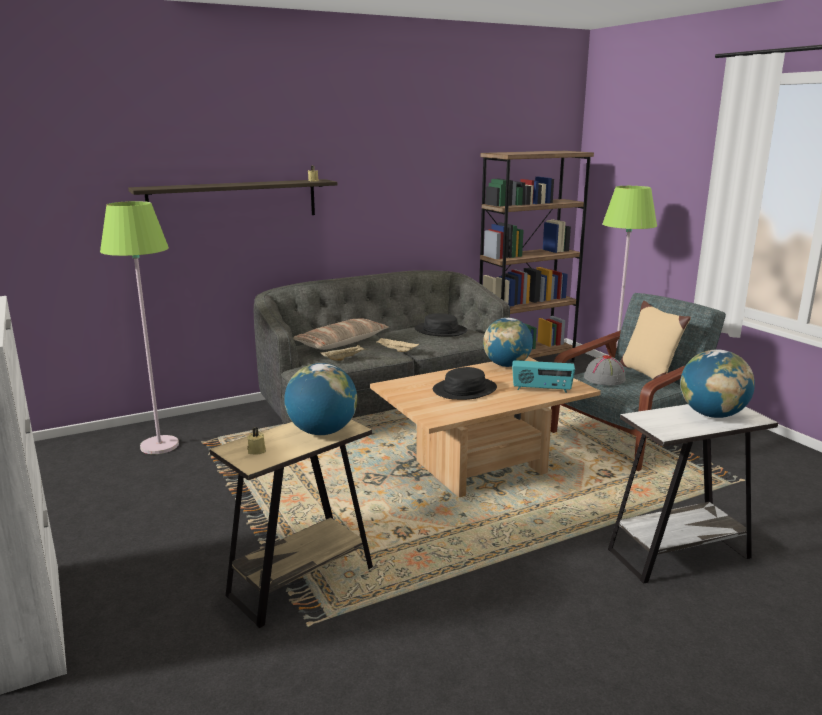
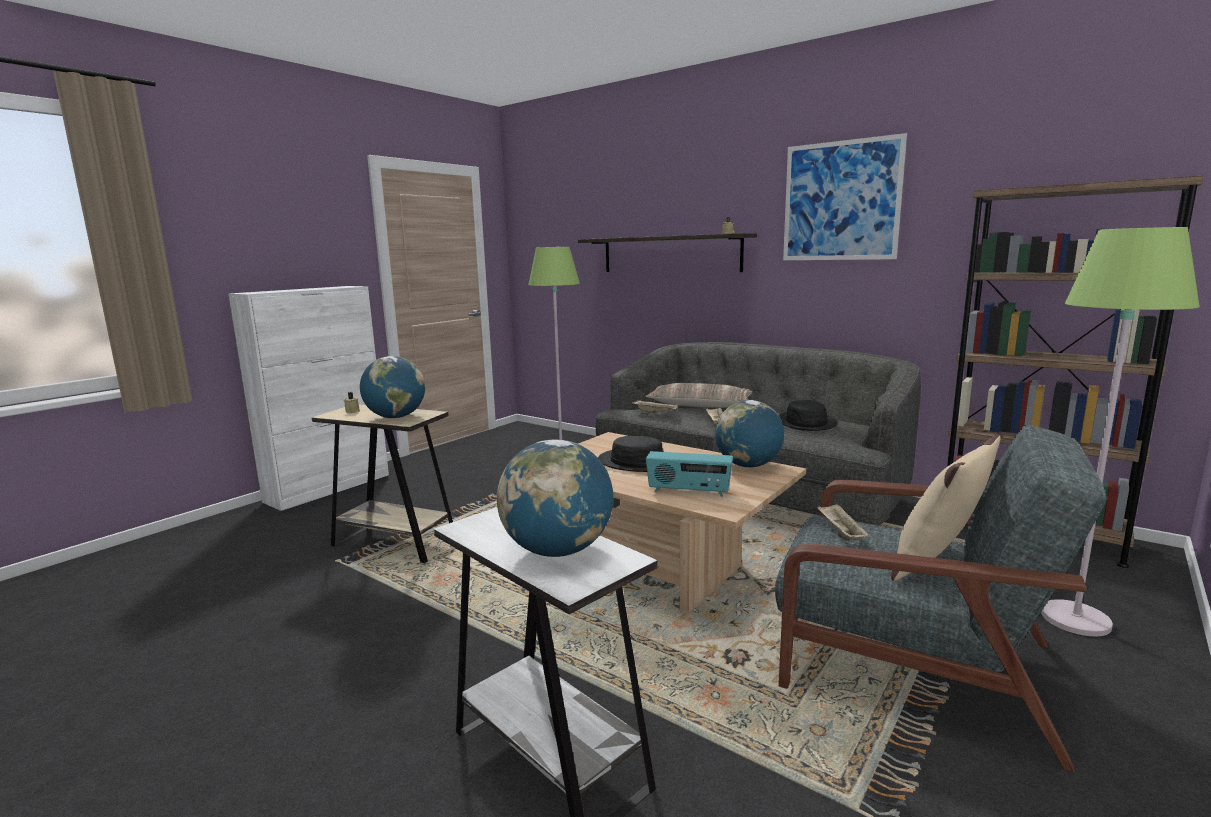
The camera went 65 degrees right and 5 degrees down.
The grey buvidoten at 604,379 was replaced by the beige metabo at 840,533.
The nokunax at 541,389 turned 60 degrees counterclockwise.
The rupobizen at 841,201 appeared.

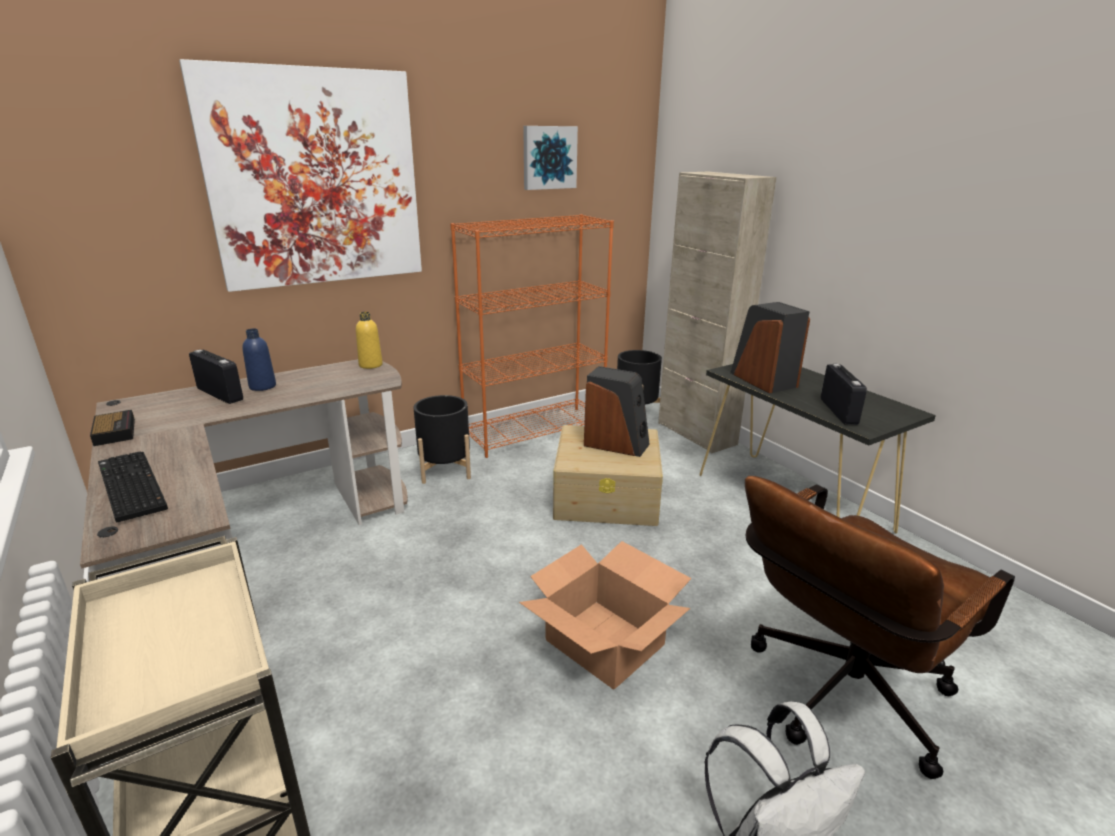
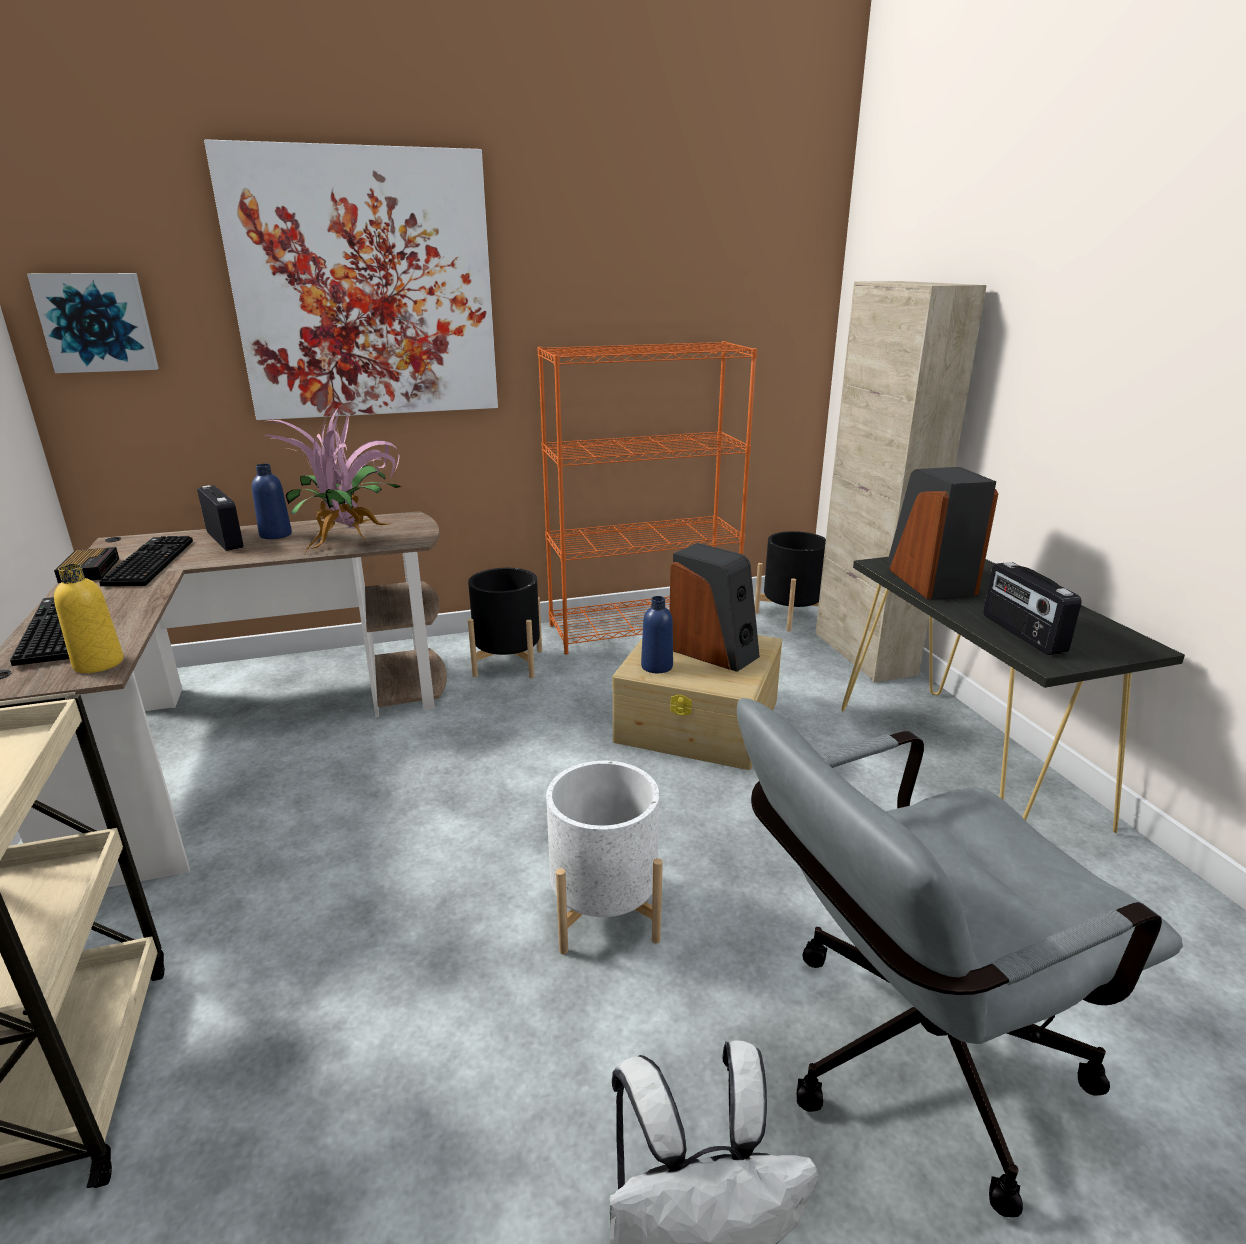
The camera went 15 degrees right and 0 degrees up.
The rupobizen moved from 549,157 to 97,322.
The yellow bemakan moved from 370,365 to 99,663.
The nokunax at 839,411 turned 150 degrees clockwise.
The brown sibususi at 837,700 became the grey sibususi at 904,1060.
The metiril at 605,641 was replaced by the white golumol at 604,911.
The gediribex at 349,541 appeared.
The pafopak at 148,562 appeared.
The blue bemakan at 657,666 appeared.

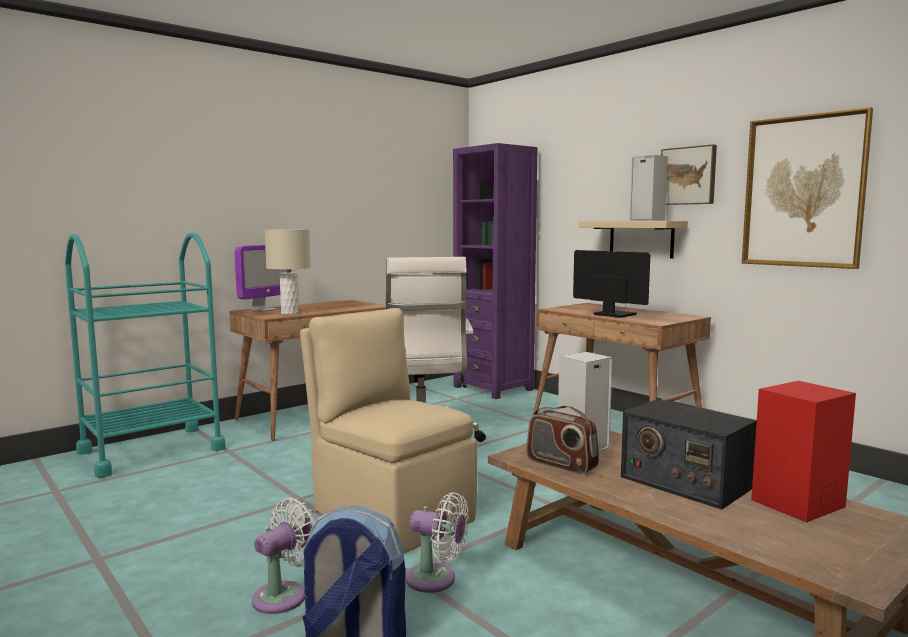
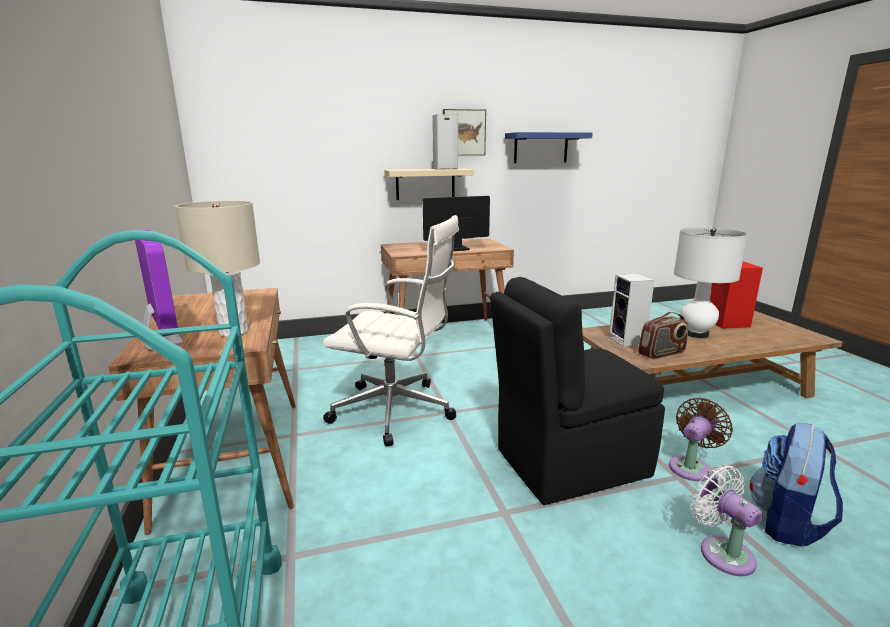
The camera went 65 degrees left and 10 degrees up.
The rupobizen at 803,191 was replaced by the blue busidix at 541,148.
The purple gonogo at 493,388 disappeared.
The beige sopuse at 391,514 became the black sopuse at 567,463.
The nokunax at 684,482 was replaced by the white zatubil at 695,334.
The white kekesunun at 436,580 became the brown kekesunun at 691,467.

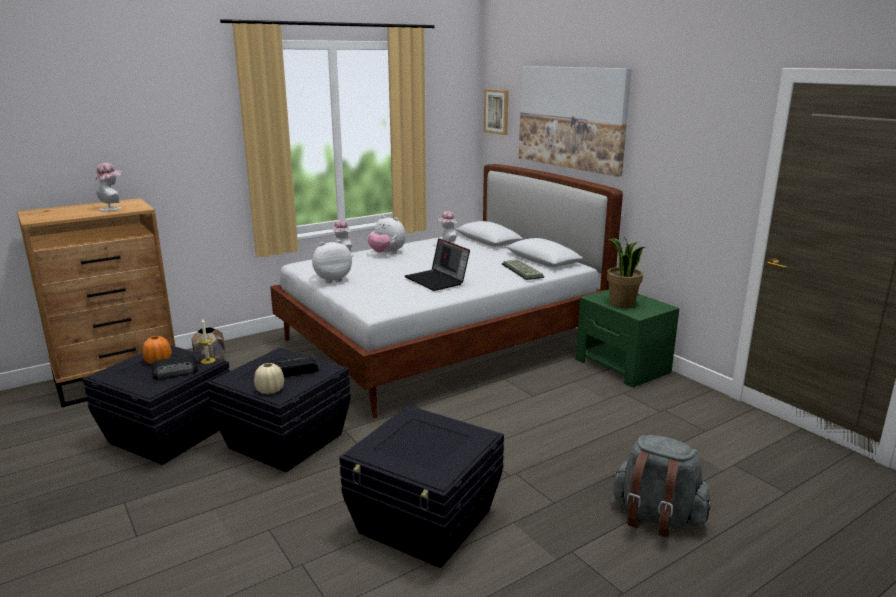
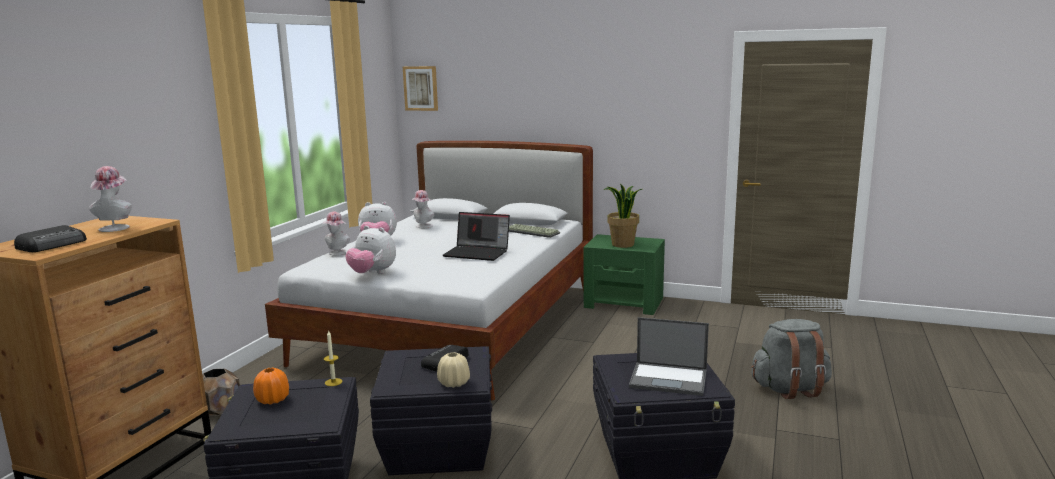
The camera went 35 degrees left and 5 degrees down.
The rupobizen at 571,117 disappeared.
The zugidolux at 331,279 turned 90 degrees counterclockwise.
The nokunax moved from 176,371 to 53,245.
The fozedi at 669,379 appeared.

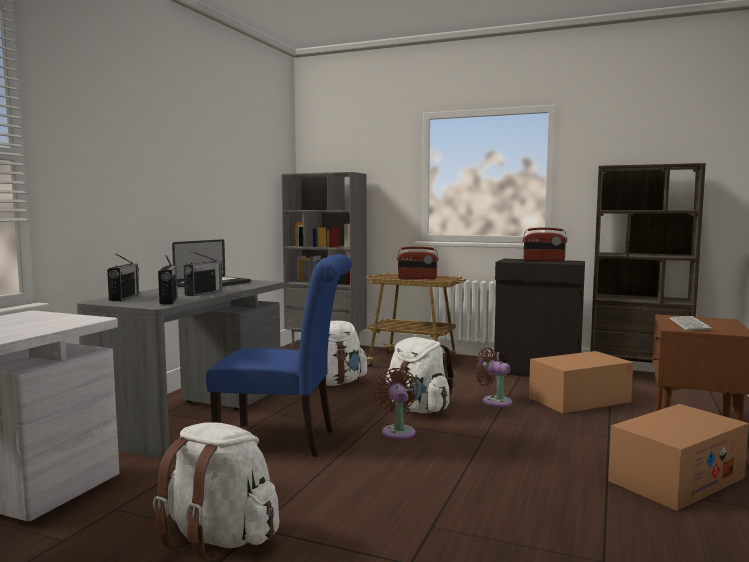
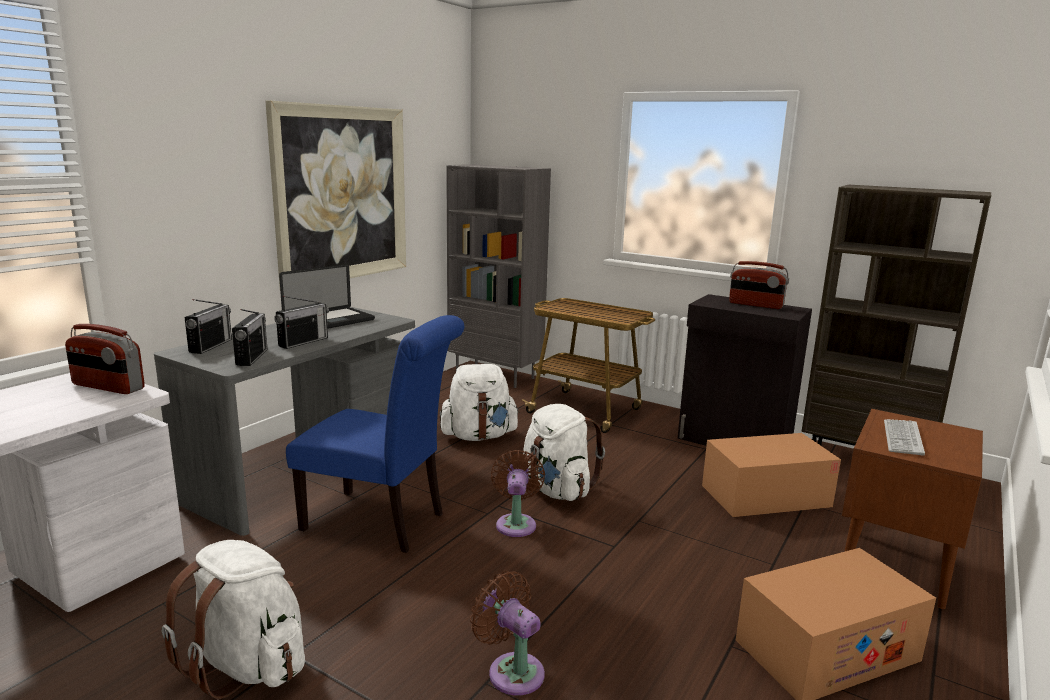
The camera went 10 degrees right and 10 degrees up.
The nokunax moved from 417,278 to 107,387.
The brown kekesunun moved from 493,401 to 512,670.
The rupobizen at 342,194 appeared.

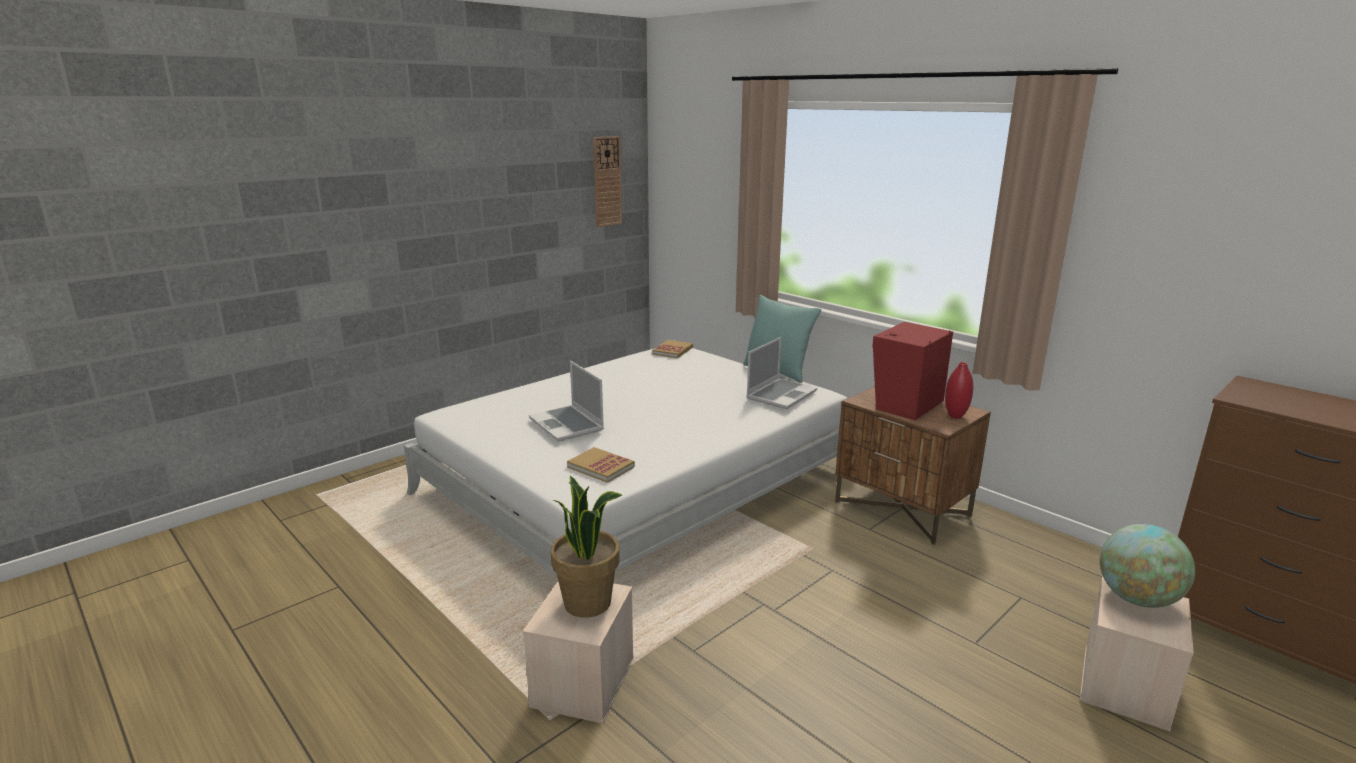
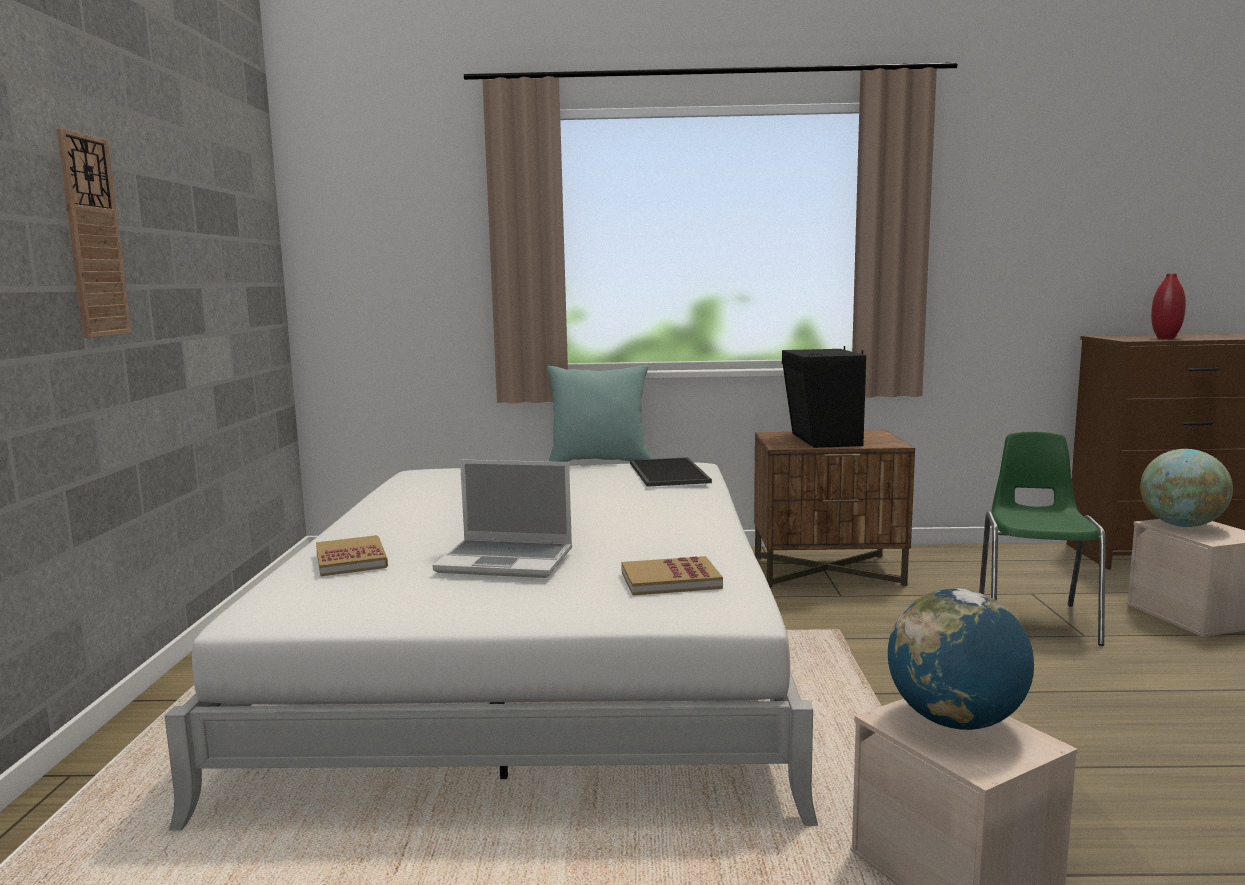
The camera went 45 degrees left and 10 degrees down.
The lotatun moved from 607,181 to 92,236.
The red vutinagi at 905,404 became the black vutinagi at 822,440.
The fozedi at 781,395 was replaced by the metabo at 666,472.
The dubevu moved from 672,351 to 351,559.
The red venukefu moved from 955,416 to 1165,338.
The gediribex at 588,602 was replaced by the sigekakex at 955,721.
The green sopuse at 1035,620 appeared.

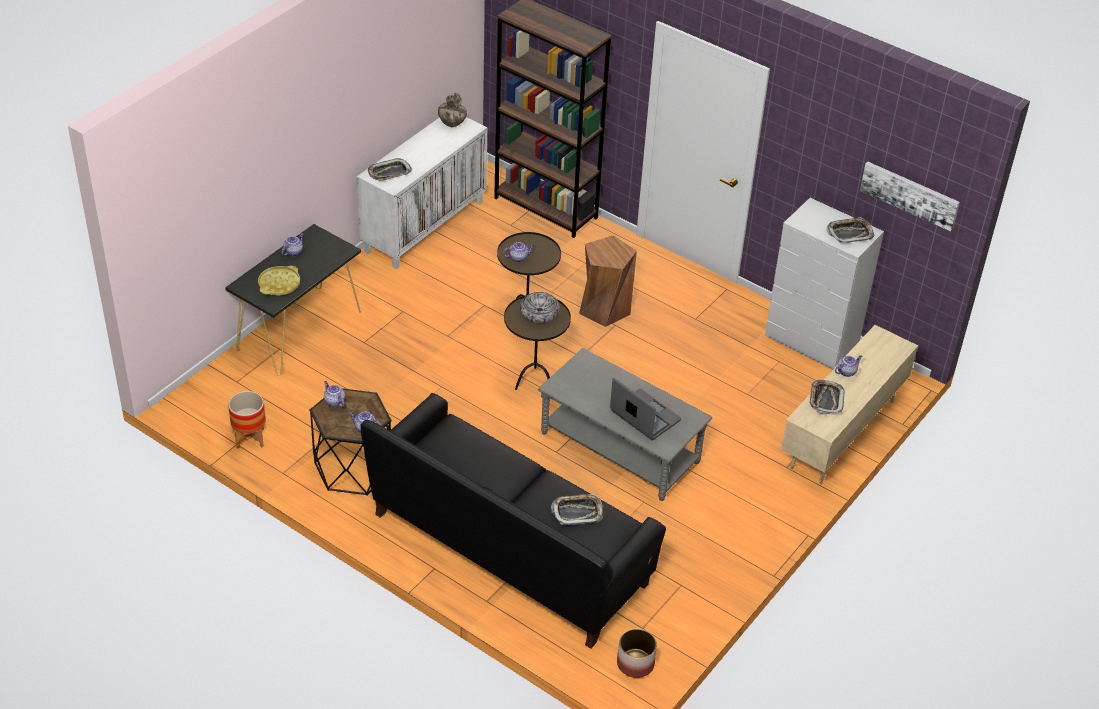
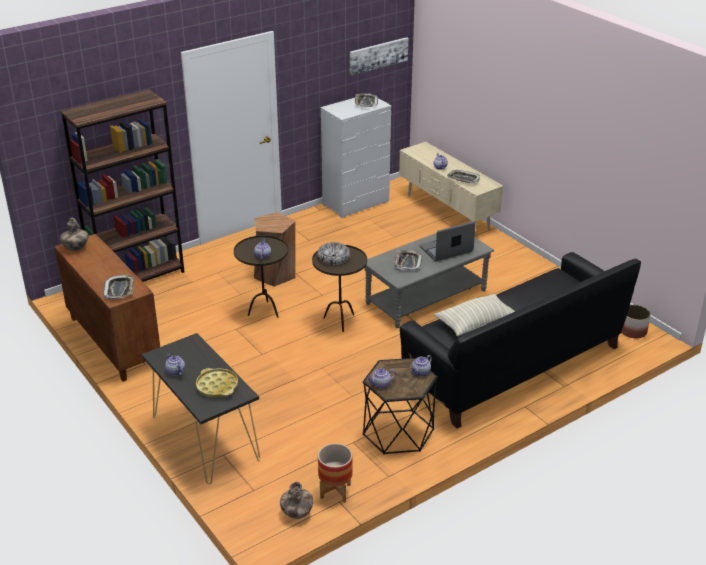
The camera went 70 degrees left and 10 degrees down.
The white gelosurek at 424,226 became the brown gelosurek at 112,342.
The metabo moved from 577,512 to 407,262.
The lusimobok at 475,323 appeared.
The venukefu at 297,513 appeared.

